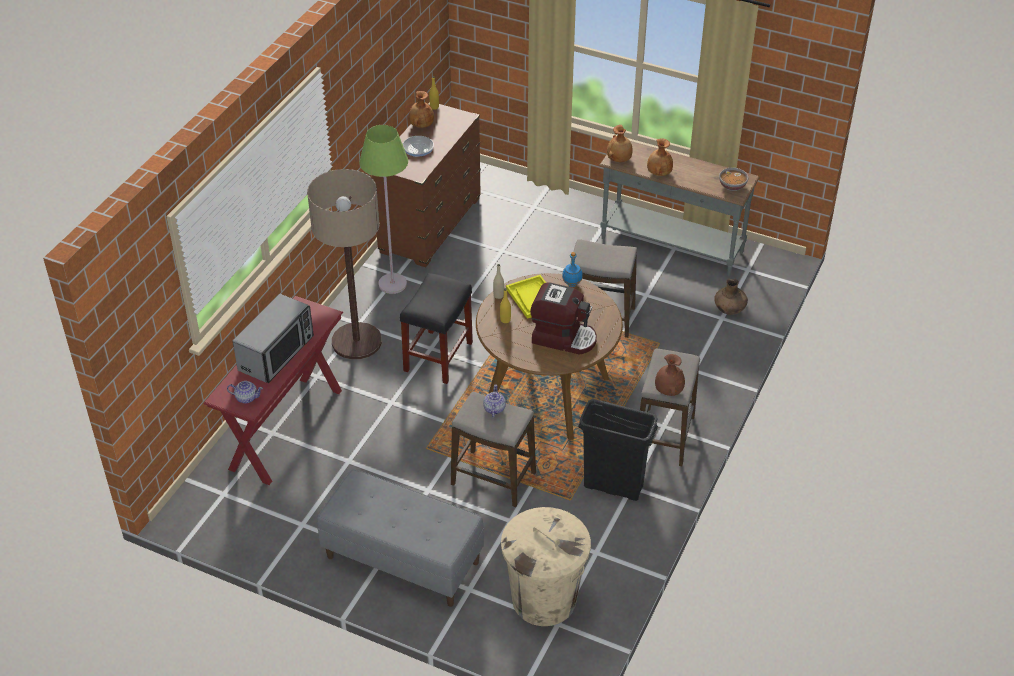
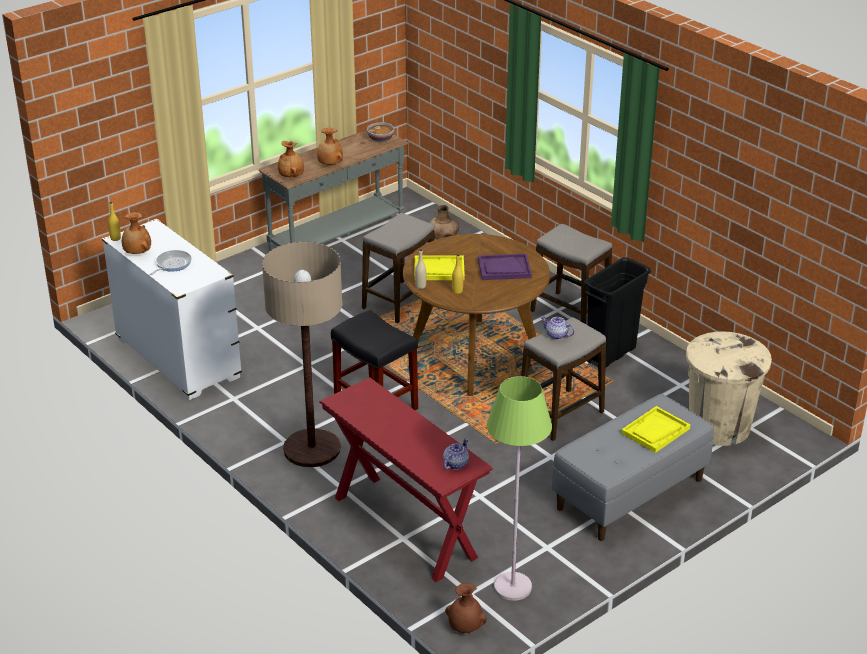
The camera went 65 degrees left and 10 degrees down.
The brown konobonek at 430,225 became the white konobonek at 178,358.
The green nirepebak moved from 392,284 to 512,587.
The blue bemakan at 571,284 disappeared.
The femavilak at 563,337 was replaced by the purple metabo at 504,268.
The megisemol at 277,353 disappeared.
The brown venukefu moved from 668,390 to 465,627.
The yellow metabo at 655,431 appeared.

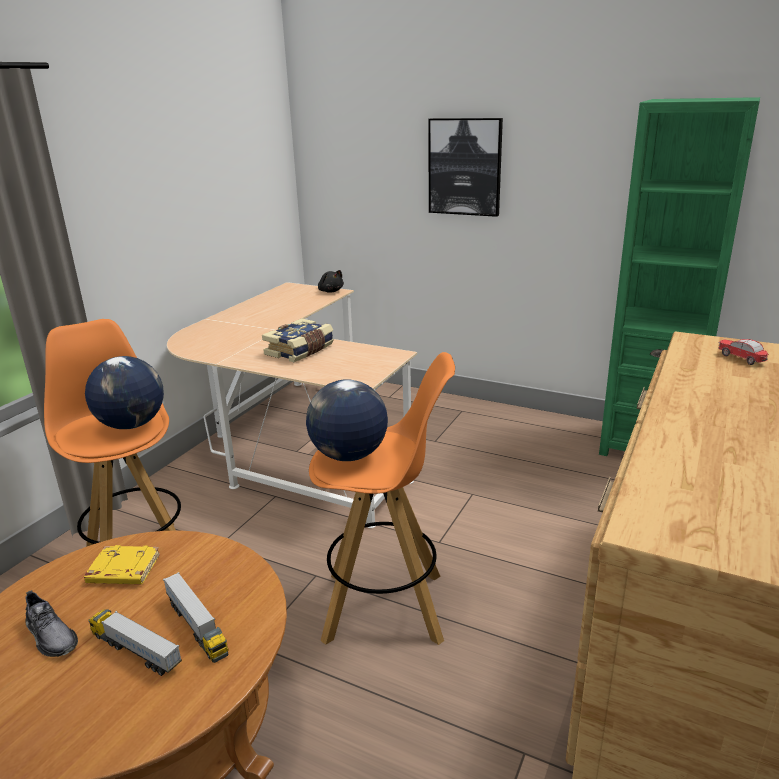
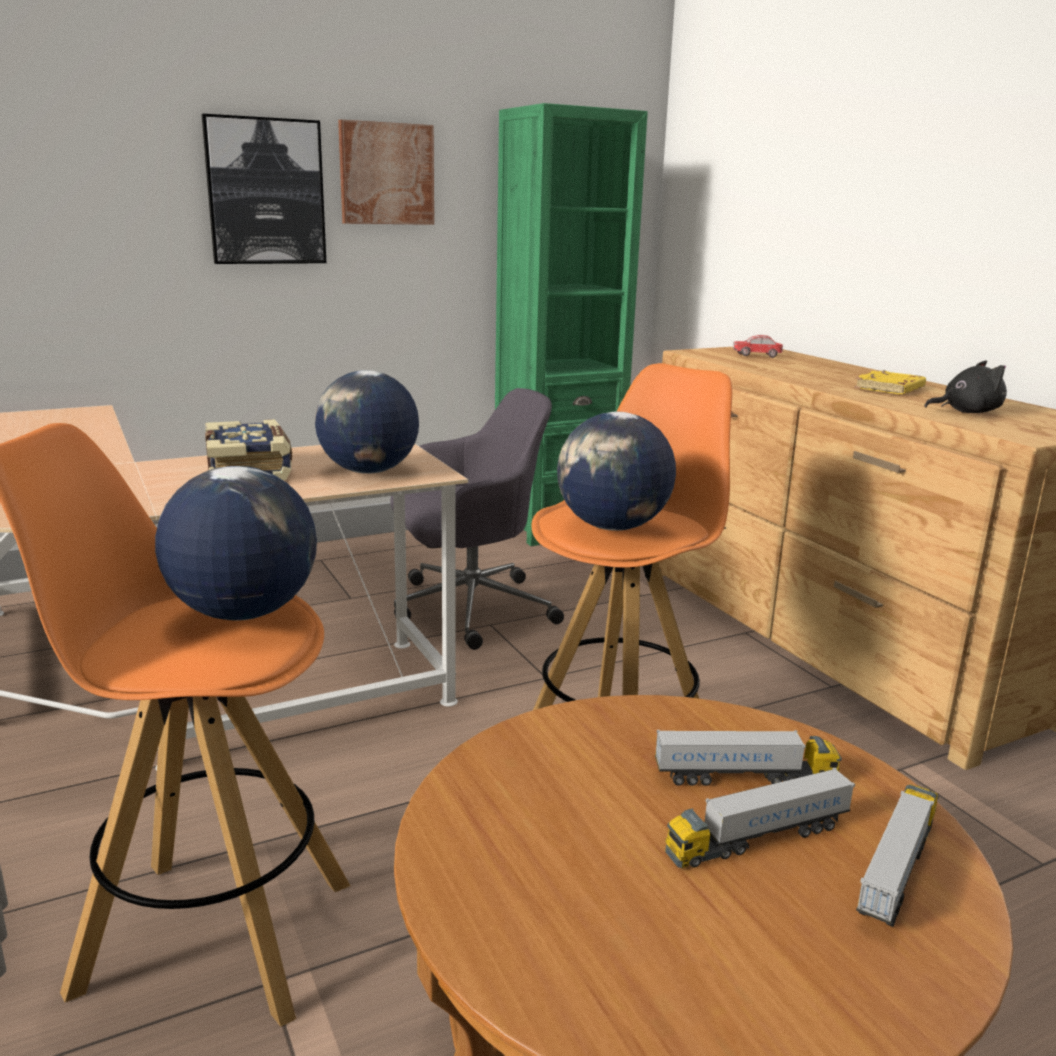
The camera went 55 degrees left and 5 degrees down.
The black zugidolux moved from 330,291 to 967,412.
The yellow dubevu moved from 123,570 to 890,389.
The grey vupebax at 51,635 disappeared.
The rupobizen at 386,174 appeared.
The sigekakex at 368,471 appeared.
The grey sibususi at 469,609 appeared.
The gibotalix at 896,870 appeared.

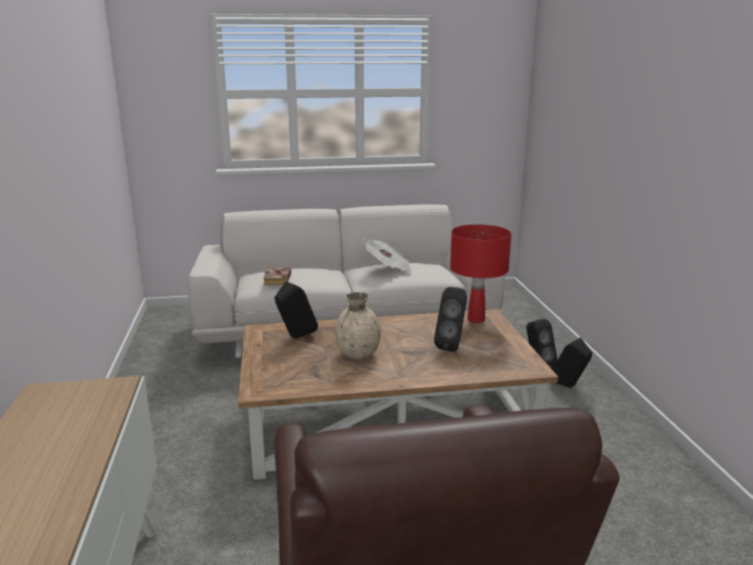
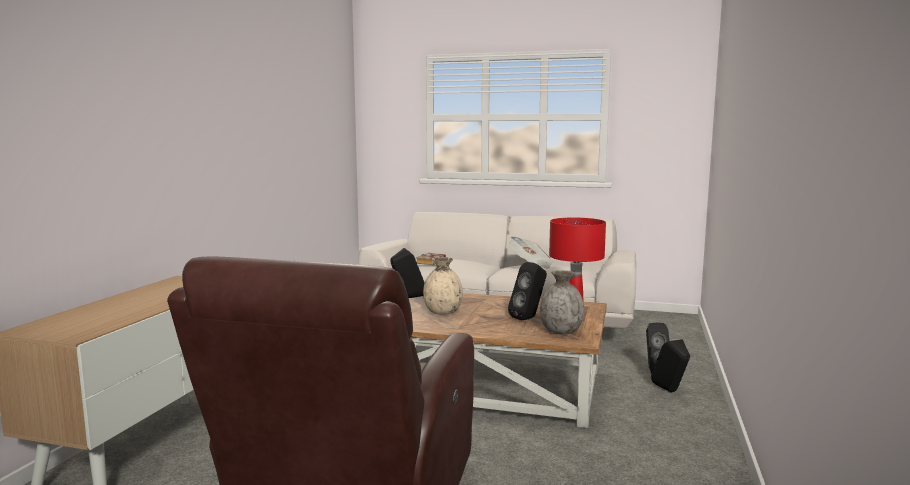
The camera went 25 degrees right and 10 degrees down.
The grey venukefu at 561,332 appeared.

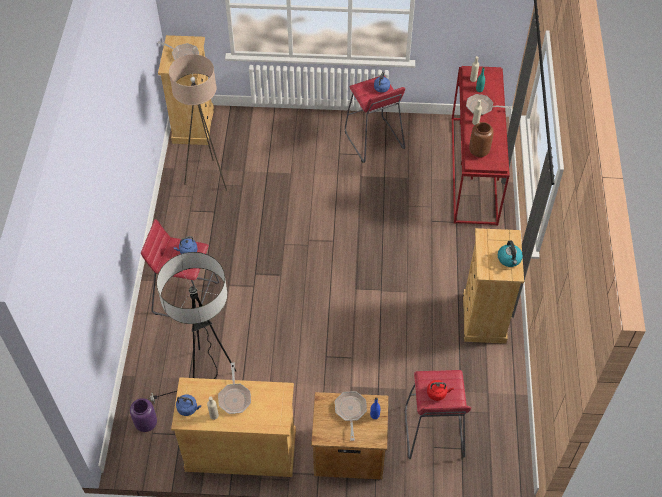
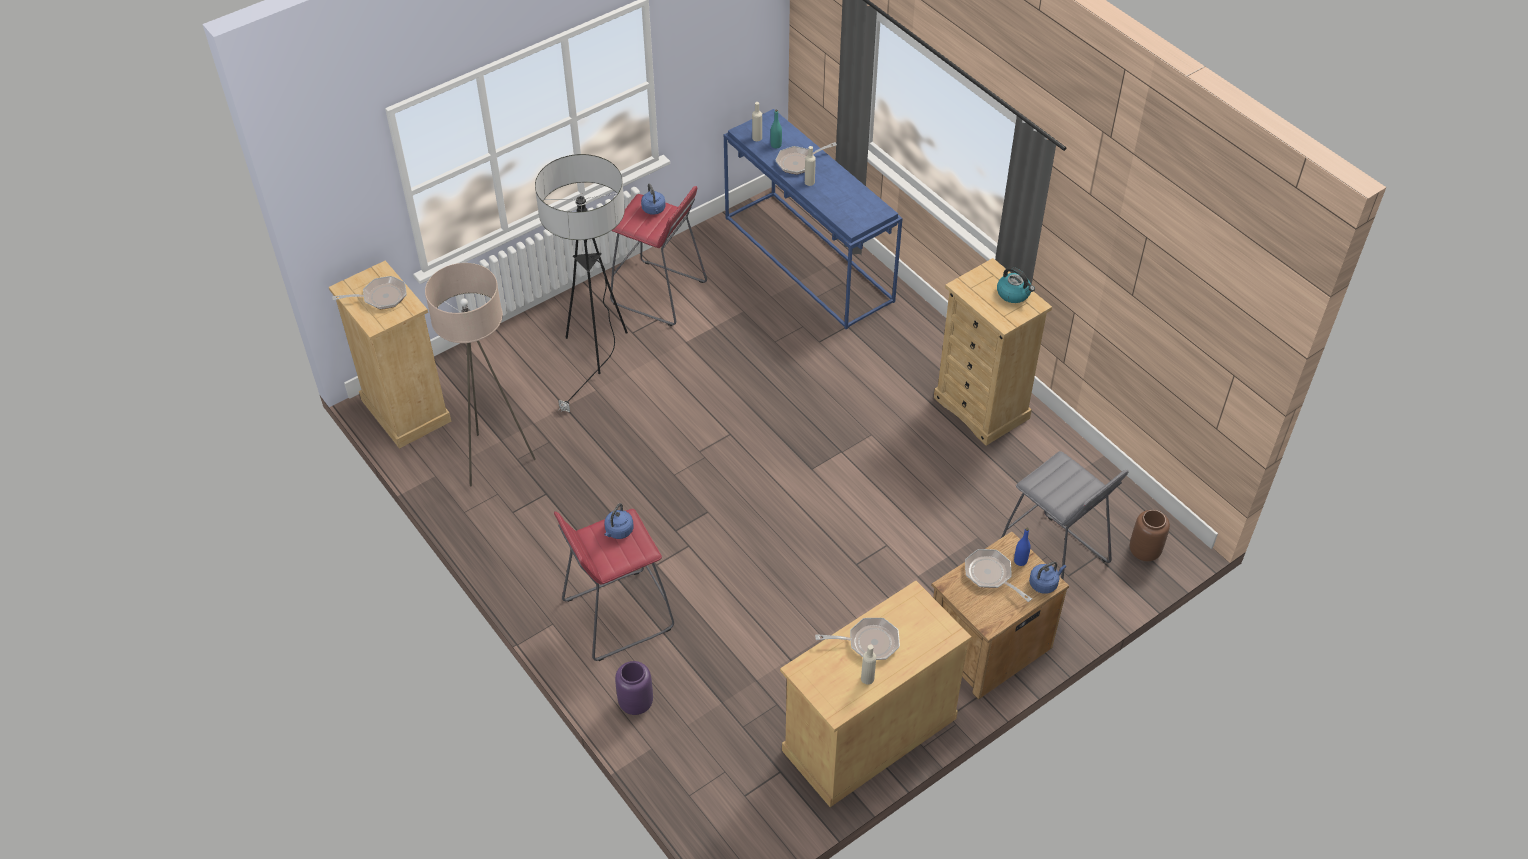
The camera went 40 degrees left and 5 degrees down.
The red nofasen at 474,171 became the blue nofasen at 810,259.
The brown venukefu moved from 479,151 to 1144,551.
The nirepebak moved from 207,373 to 596,354.
The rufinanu at 234,397 turned 45 degrees counterclockwise.
The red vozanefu at 433,432 became the grey vozanefu at 1052,560.
The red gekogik at 437,393 disappeared.
The blue gekogik moved from 188,408 to 1044,583.
The purple venukefu moved from 146,424 to 636,704.

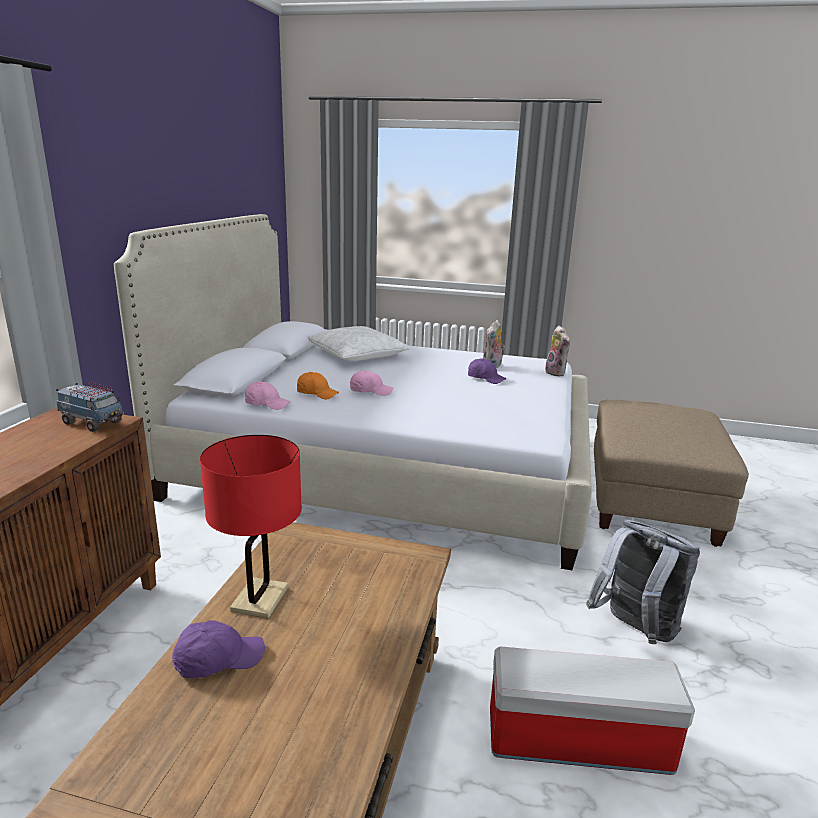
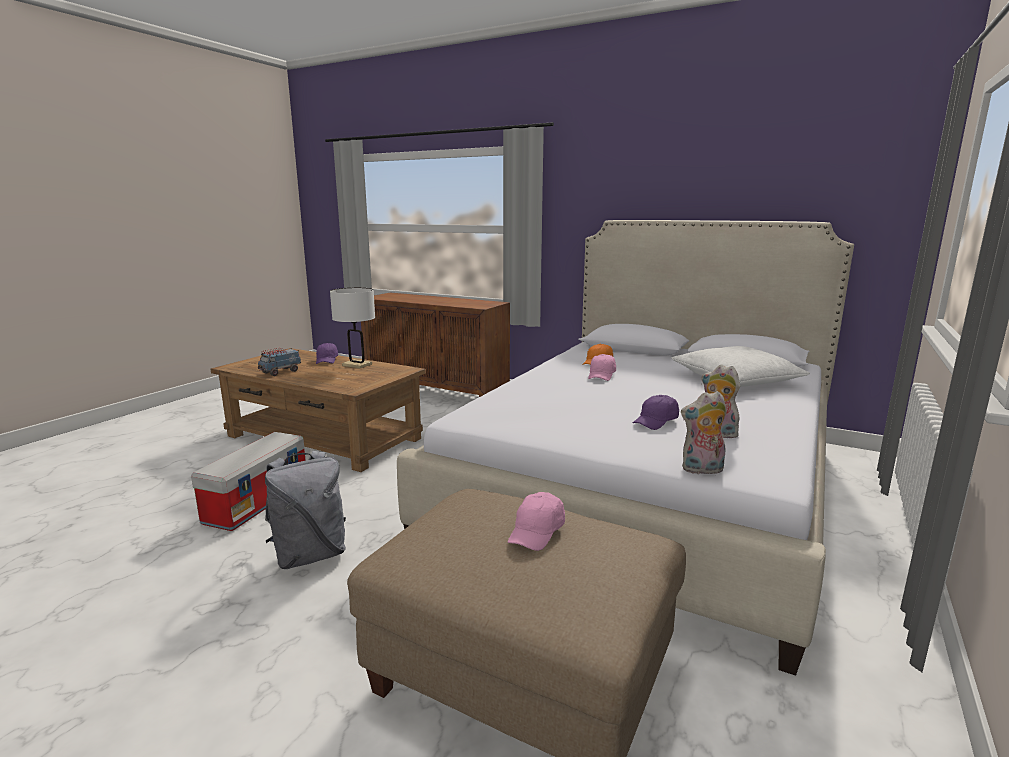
The camera went 105 degrees right and 5 degrees down.
The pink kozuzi moved from 267,404 to 537,532.
The gibotalix moved from 92,423 to 280,372.
The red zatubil at 260,599 became the white zatubil at 357,365.

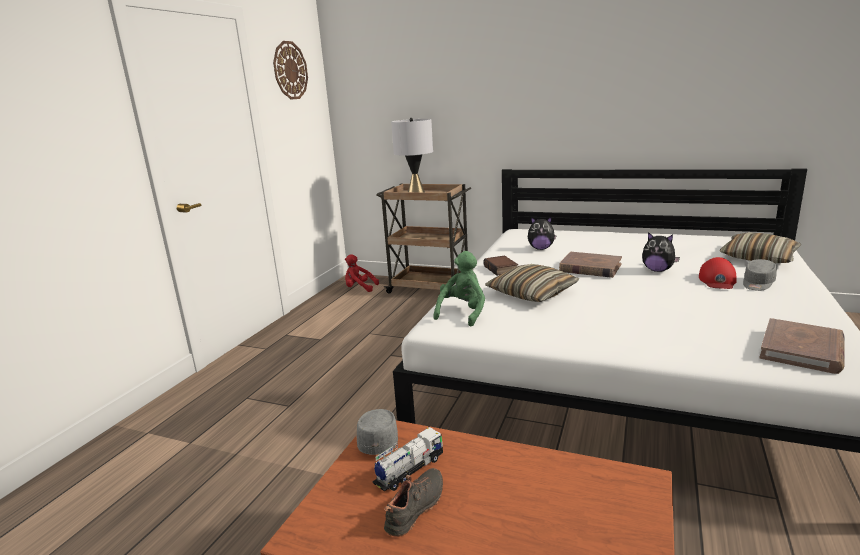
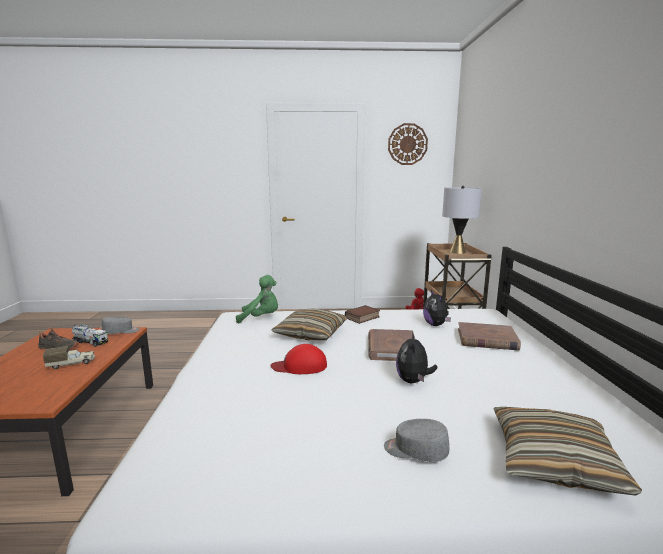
The camera went 65 degrees right and 5 degrees down.
The red kozuzi moved from 717,280 to 300,366.
The brown dubevu moved from 802,350 to 487,339.
The gibotalix at 71,364 appeared.

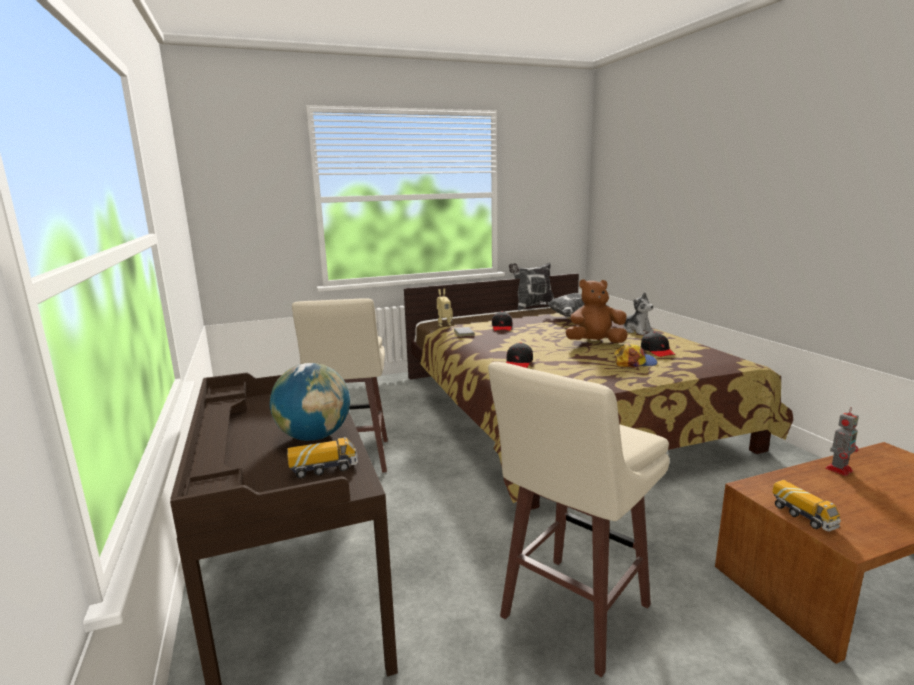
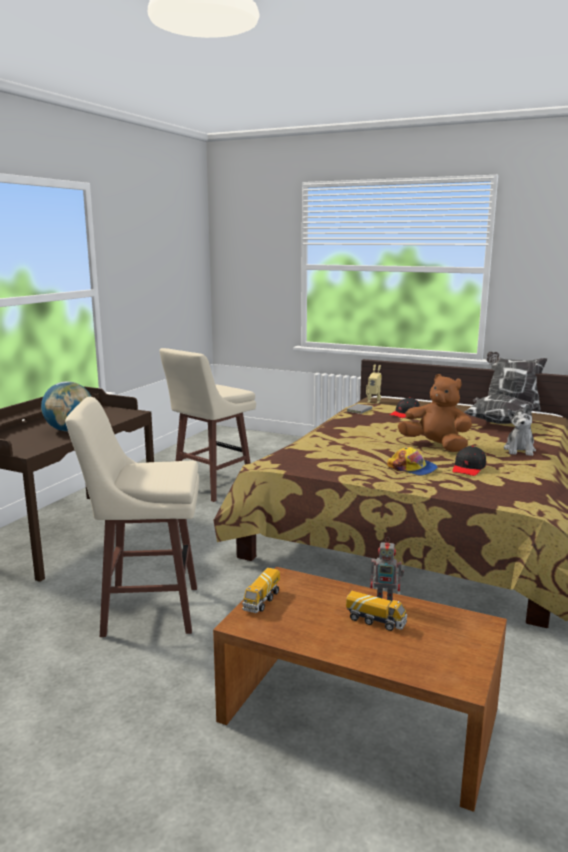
The camera went 45 degrees right and 0 degrees up.
The black kozuzi at 519,362 disappeared.
The gibotalix moved from 324,469 to 376,621.

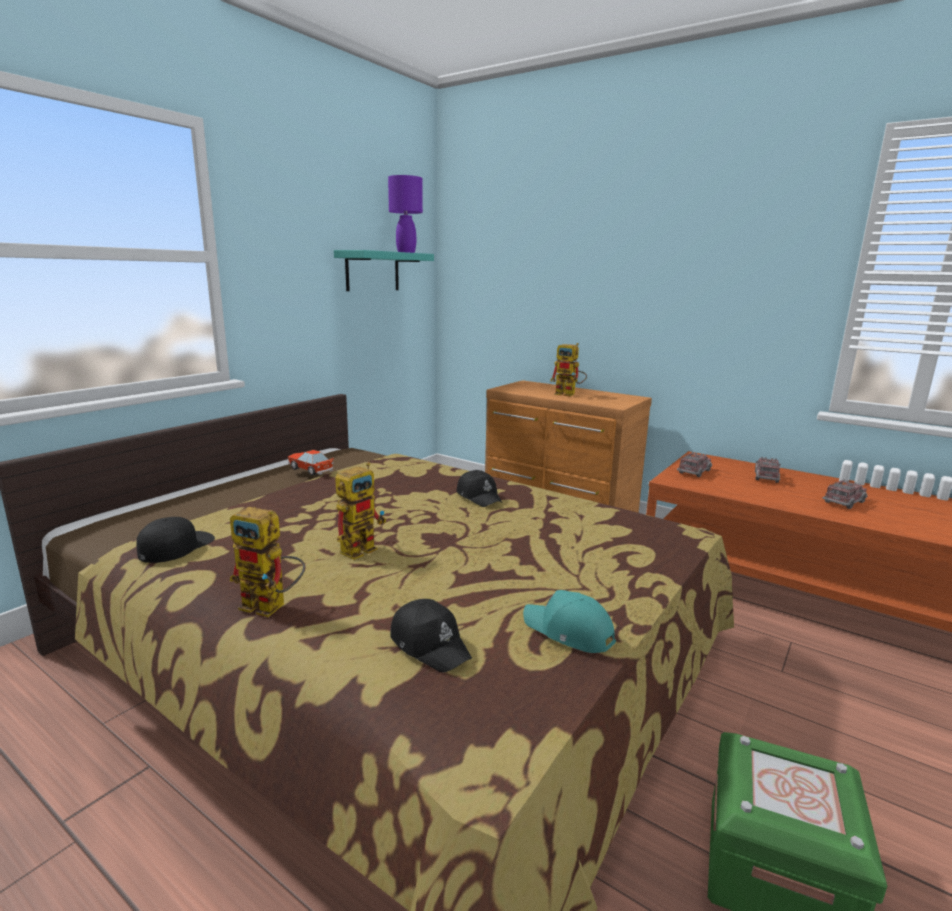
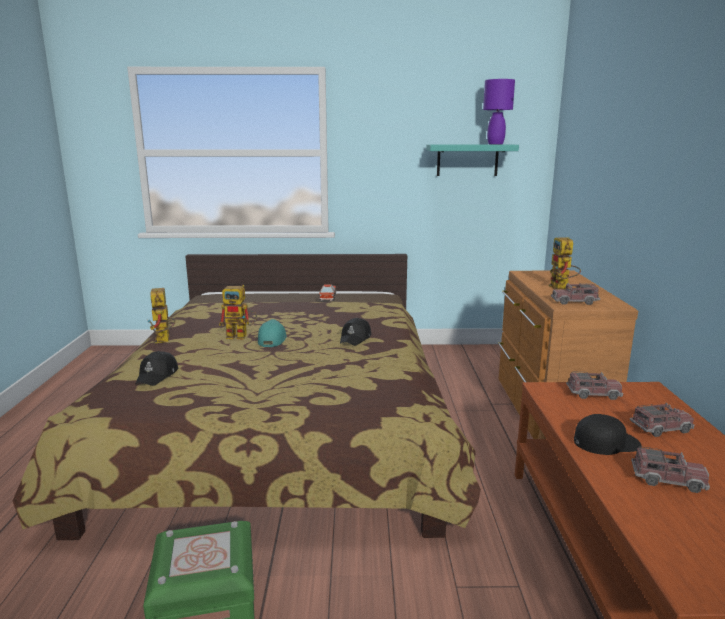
The camera went 55 degrees right and 0 degrees up.
The black kozuzi moved from 176,546 to 606,442.
The turquoise kozuzi moved from 568,632 to 271,340.
The gibotalix at 574,301 appeared.

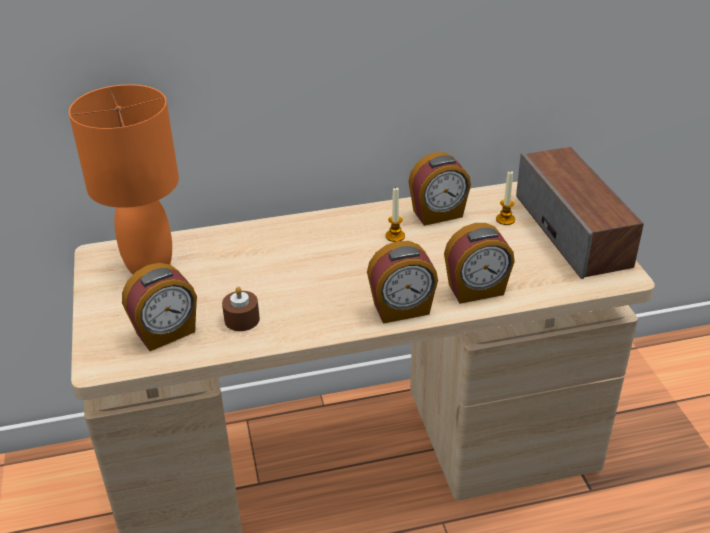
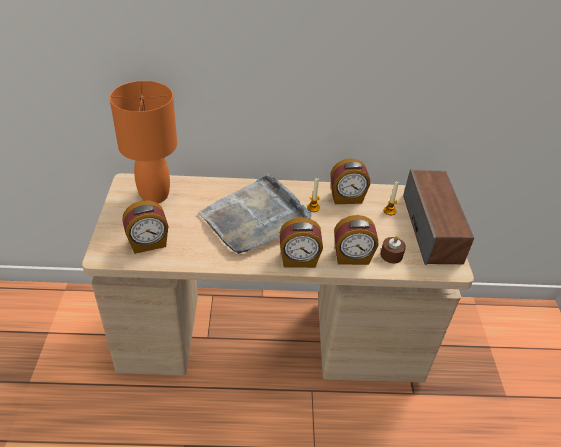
The camera went 10 degrees right and 5 degrees up.
The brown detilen moved from 242,319 to 391,255.
The grey metabo at 255,217 appeared.

